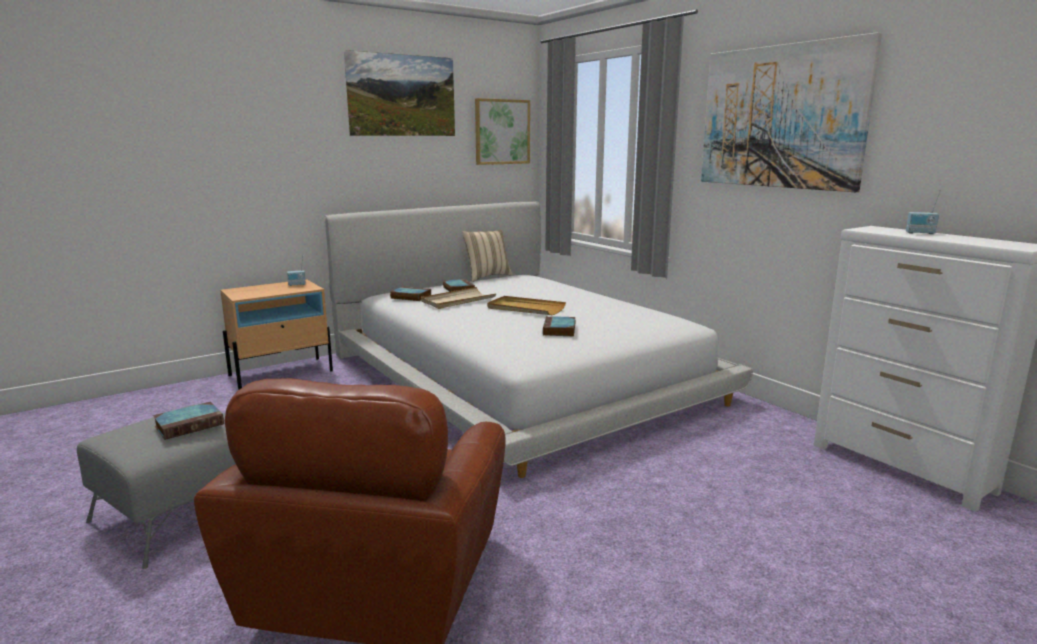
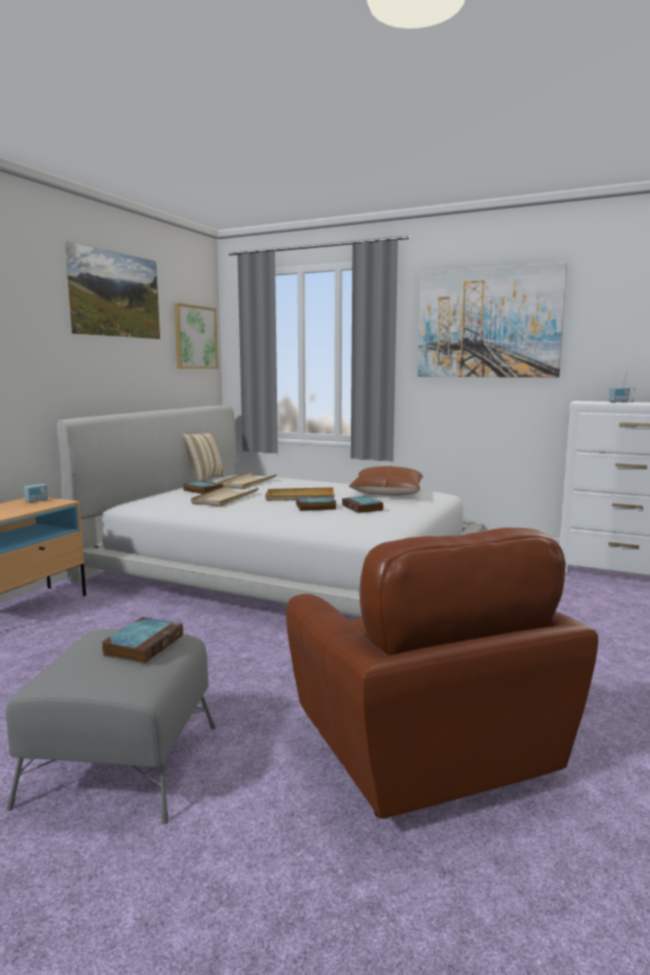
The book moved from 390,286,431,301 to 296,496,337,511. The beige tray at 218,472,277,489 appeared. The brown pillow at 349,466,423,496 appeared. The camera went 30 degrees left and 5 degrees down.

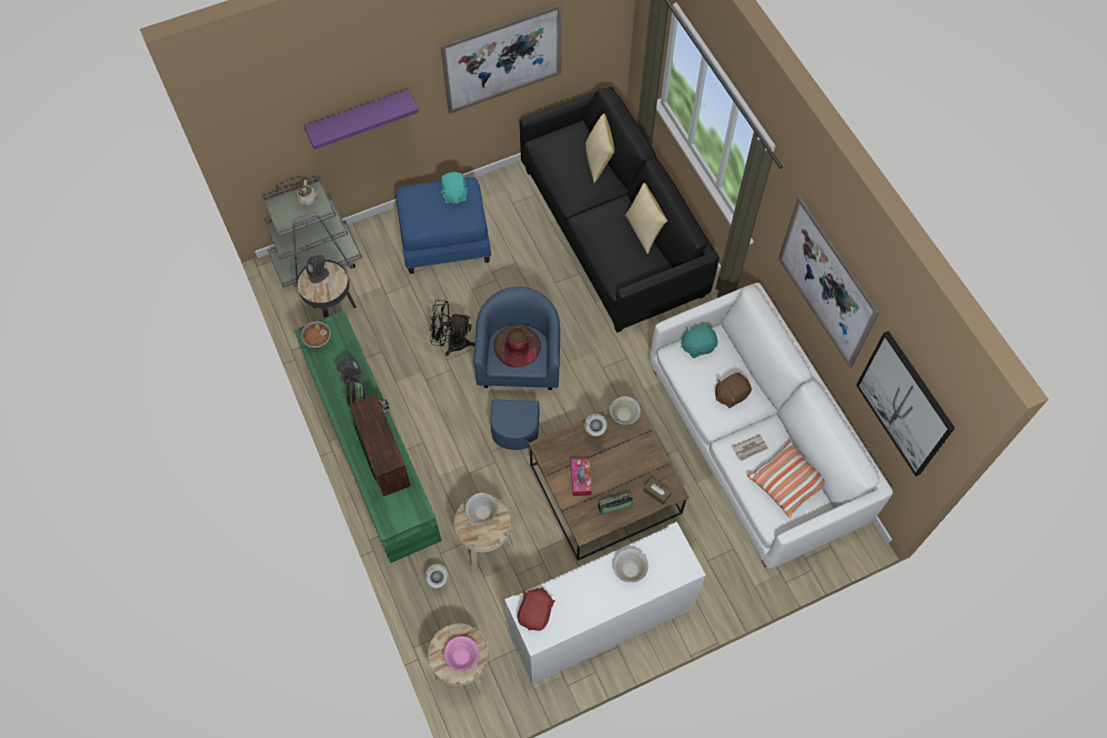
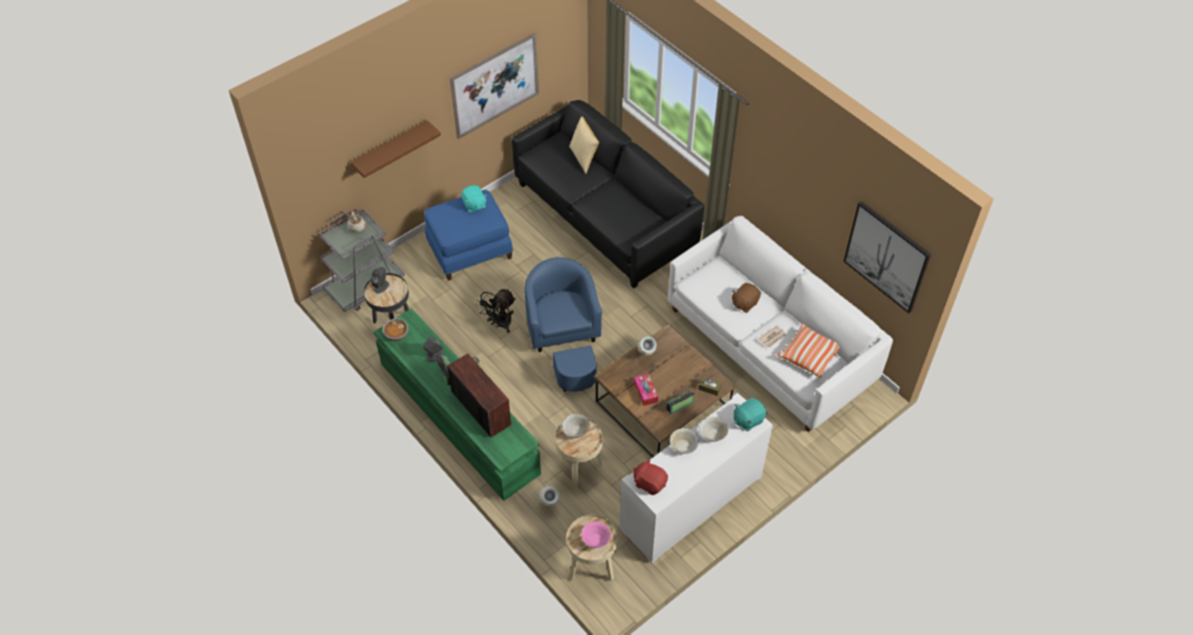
The purple shelf at 304,89,419,150 became the brown shelf at 351,120,441,178. The black fan at 429,300,475,356 turned 45 degrees counterclockwise. The brown hat at 493,325,541,368 disappeared. The red plush toy at 517,587,555,631 turned 60 degrees counterclockwise. The beige bowl moved from 610,396,641,425 to 670,428,699,454. The pillow at 625,183,668,254 disappeared. The turquoise plush toy moved from 681,325,718,358 to 734,398,767,432. The picture at 778,196,880,368 disappeared. The camera went 15 degrees left and 10 degrees down.

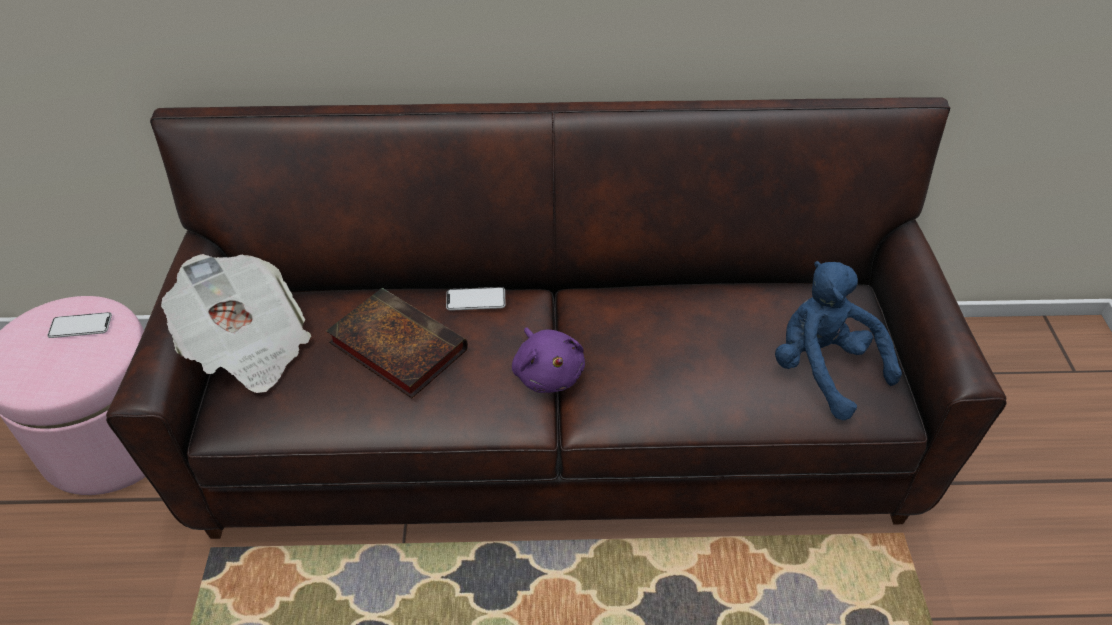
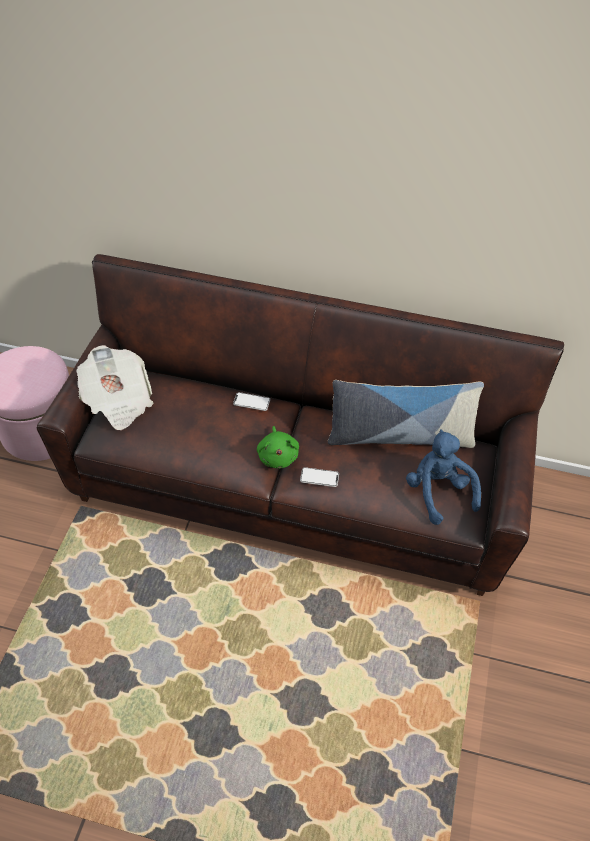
The phone moved from 48,312,112,338 to 300,467,339,487. The book at 326,288,468,398 disappeared. The purple plush toy at 512,327,585,393 became the green plush toy at 257,426,299,468. The pillow at 328,380,484,448 appeared. The camera went 15 degrees right and 5 degrees up.

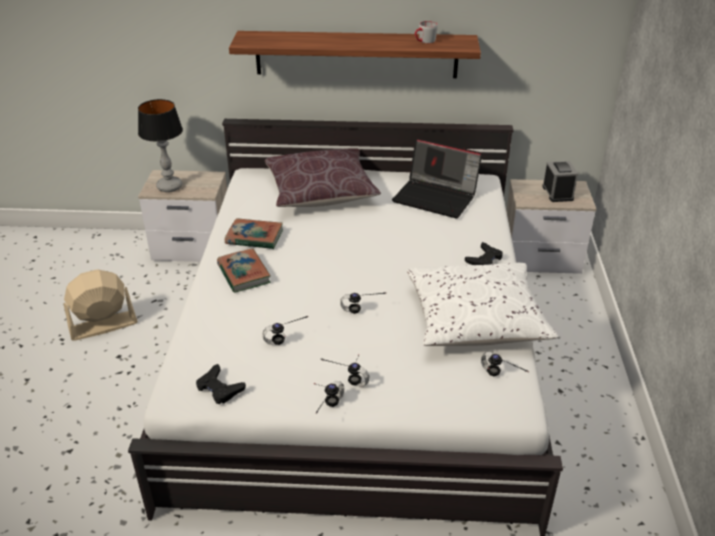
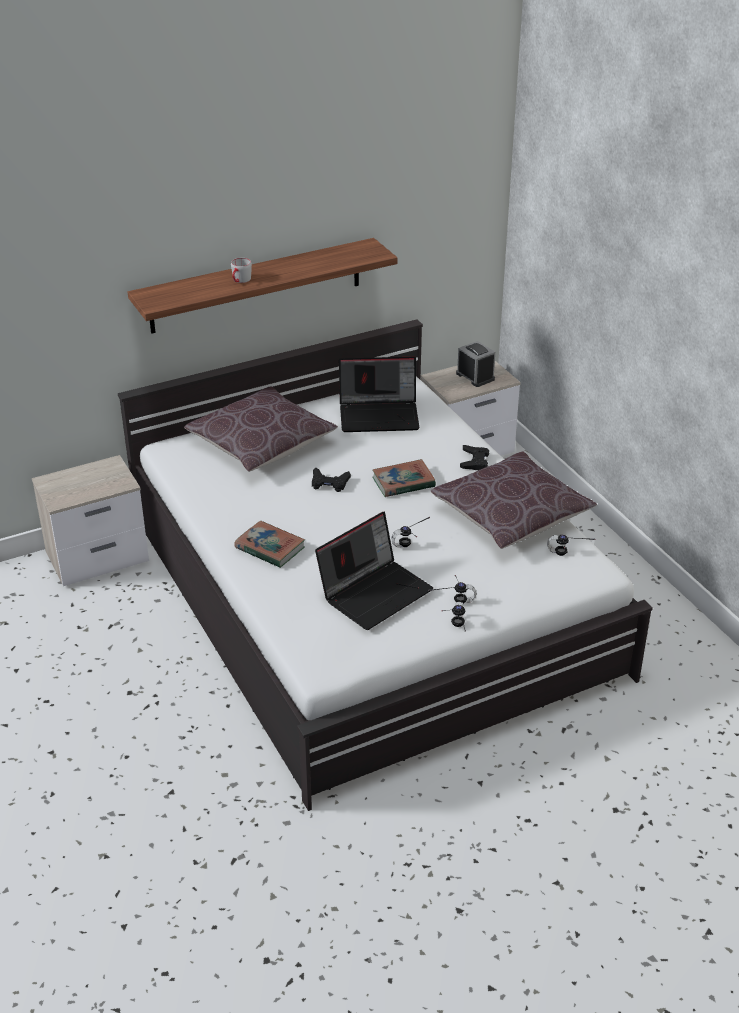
The beige fan at 64,269,138,341 disappeared. The table lamp at 138,99,183,192 disappeared. The black game controller moved from 196,364,246,404 to 312,468,351,492. The book moved from 225,218,283,249 to 372,459,436,497. The headphones at 262,316,308,345 was replaced by the laptop at 315,512,433,630. The white pillow at 407,263,558,346 became the brown pillow at 431,452,597,549. The grey mug moved from 415,21,438,43 to 231,258,252,283. The camera went 30 degrees left and 0 degrees up.

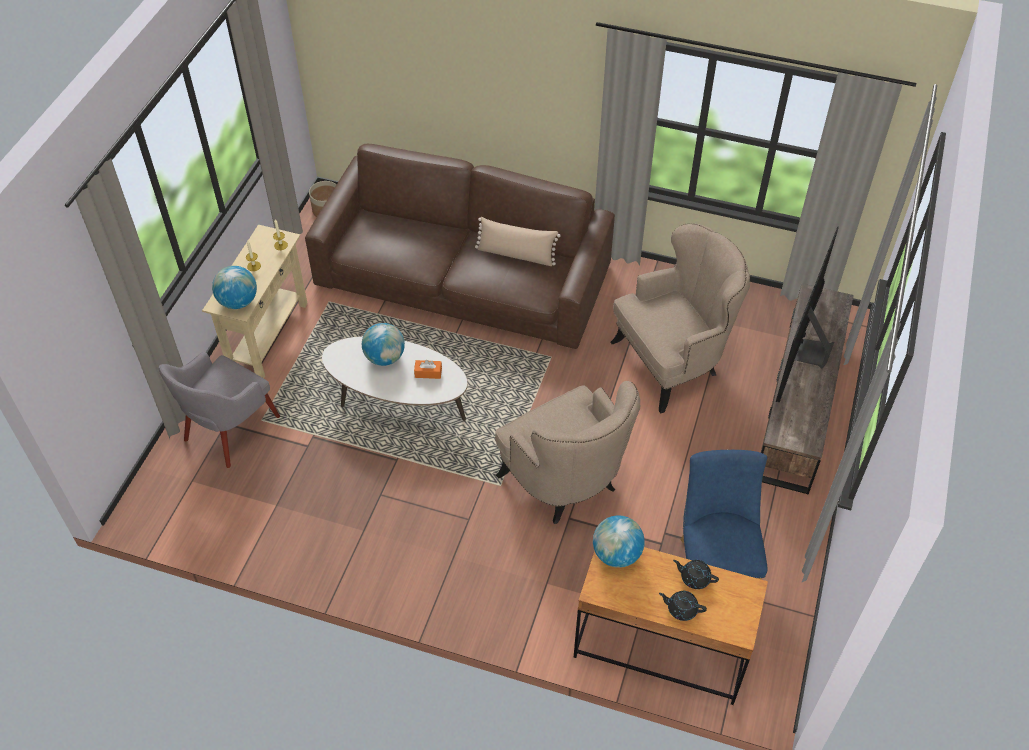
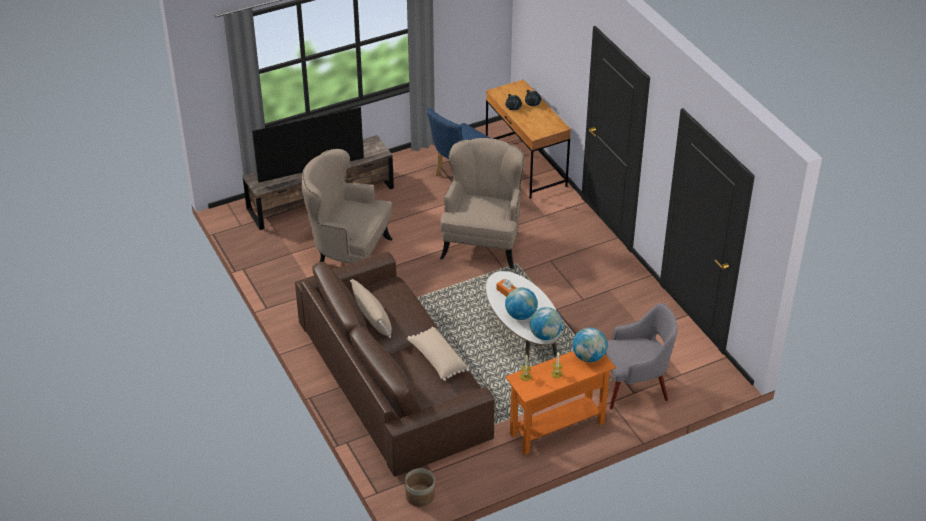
The beige console table at 202,225,308,378 became the orange console table at 506,351,616,455. The globe moved from 593,516,645,568 to 530,307,563,340. The beige pillow at 407,327,469,381 appeared. The camera went 135 degrees left and 10 degrees down.

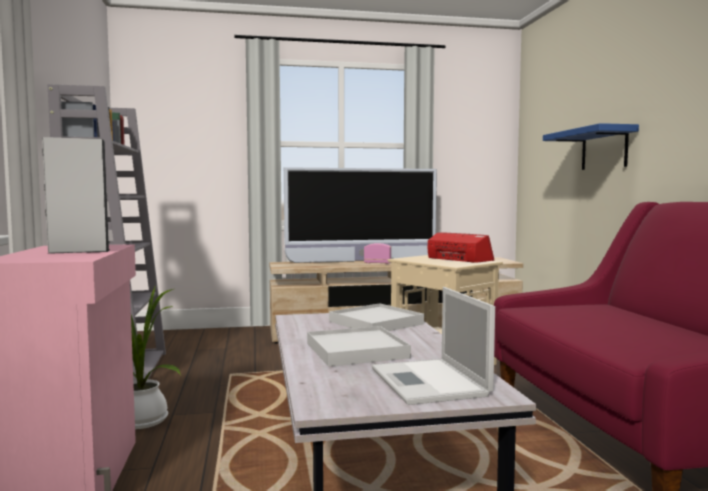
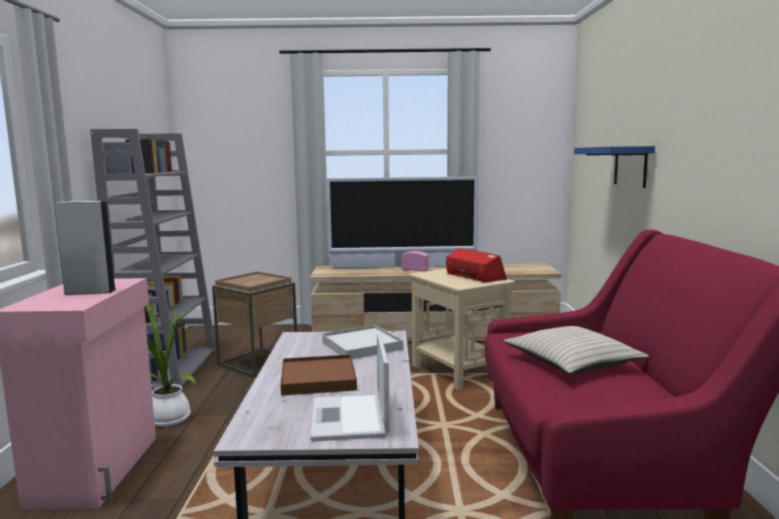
The white tray at 307,326,411,367 became the brown tray at 280,354,357,396. The brown side table at 212,272,297,377 appeared. The beige pillow at 503,326,649,374 appeared. The camera went 10 degrees right and 5 degrees up.

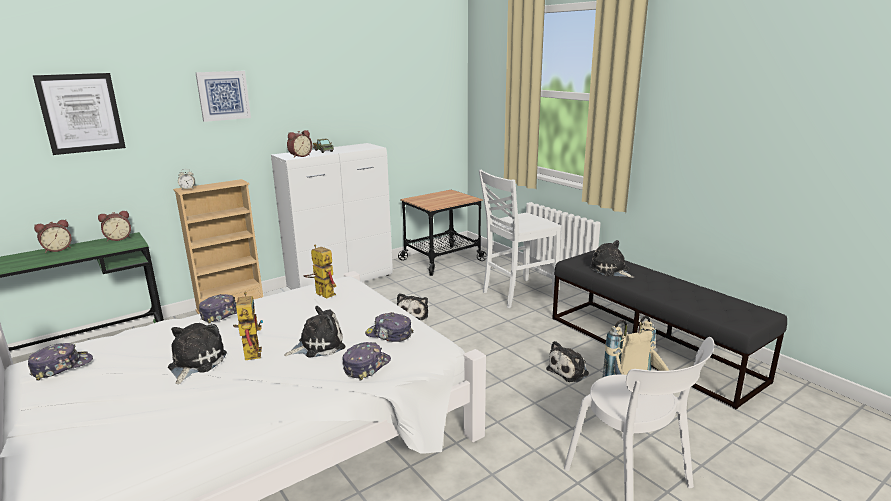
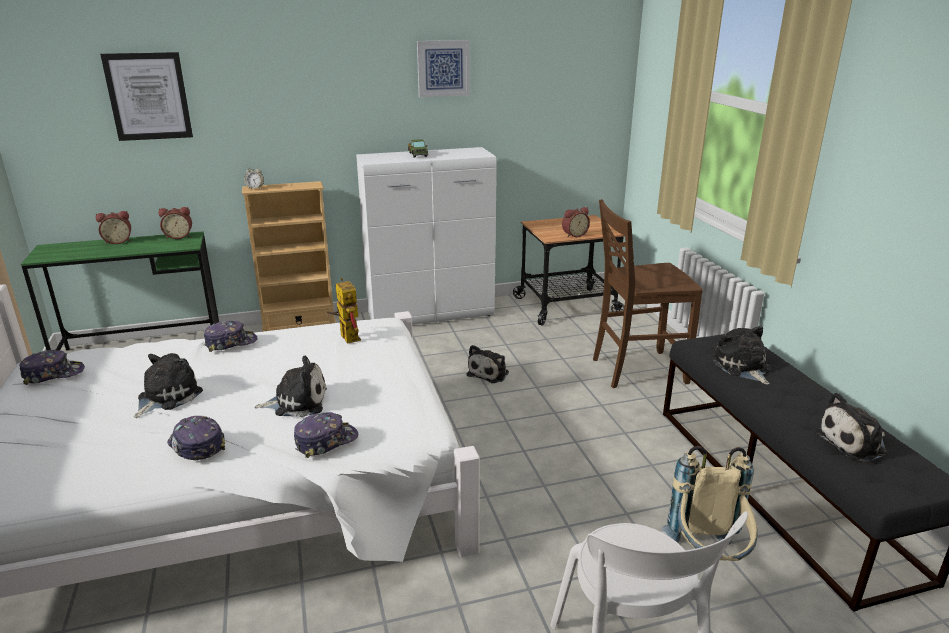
The picture moved from 195,71,251,122 to 417,40,470,97. The toy robot at 233,292,263,360 disappeared. The alarm clock moved from 287,130,312,157 to 562,207,590,238. The cap moved from 365,312,413,342 to 167,416,225,460. The white chair at 479,170,561,308 became the brown chair at 593,199,703,388. The plush toy moved from 546,341,589,382 to 815,393,887,462. The camera went 20 degrees right and 5 degrees up.

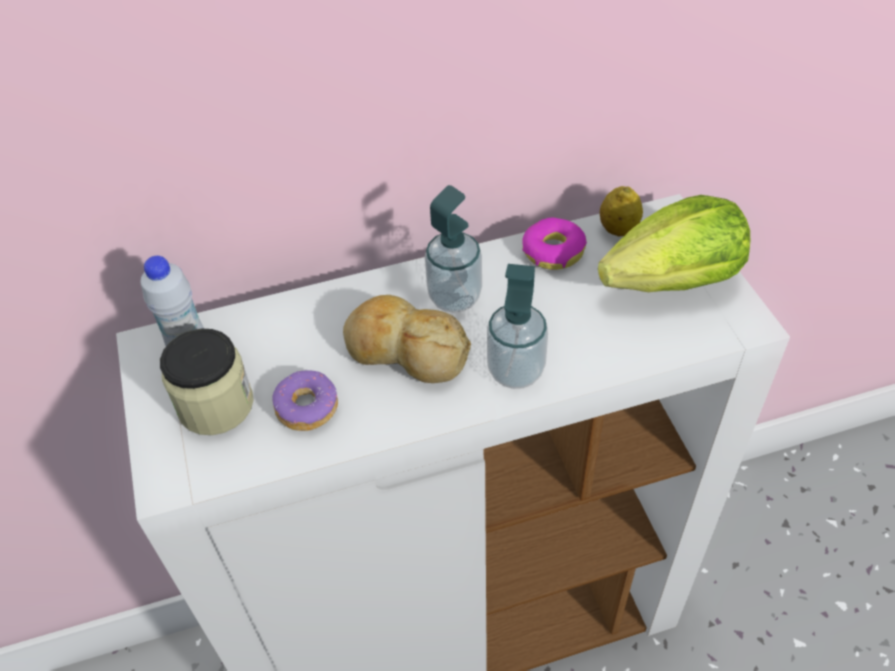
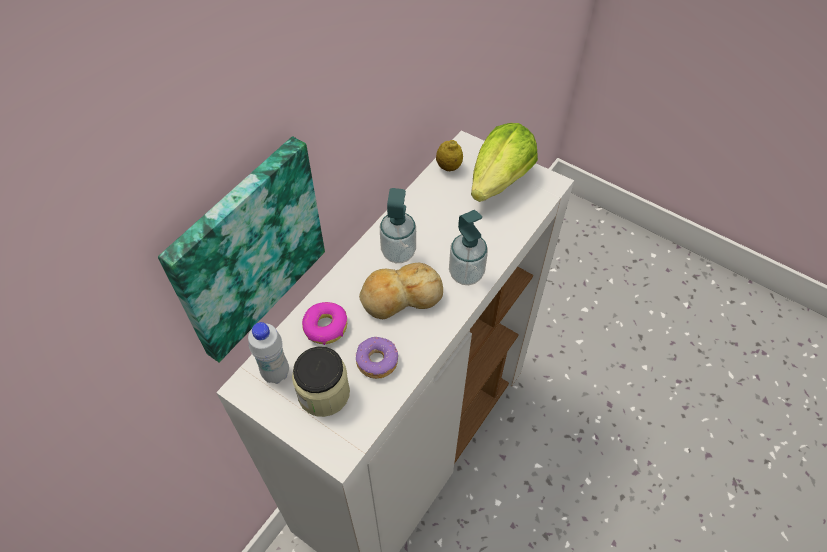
The donut moved from 522,218,587,270 to 302,302,347,345. The picture at 158,136,325,362 appeared. The camera went 40 degrees left and 5 degrees up.

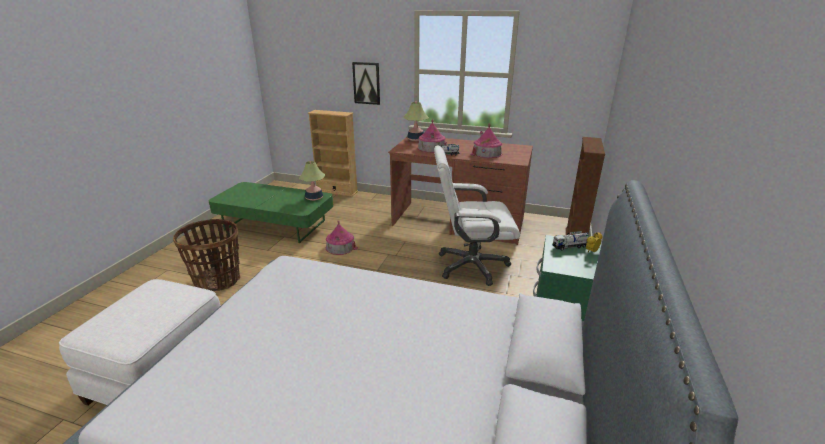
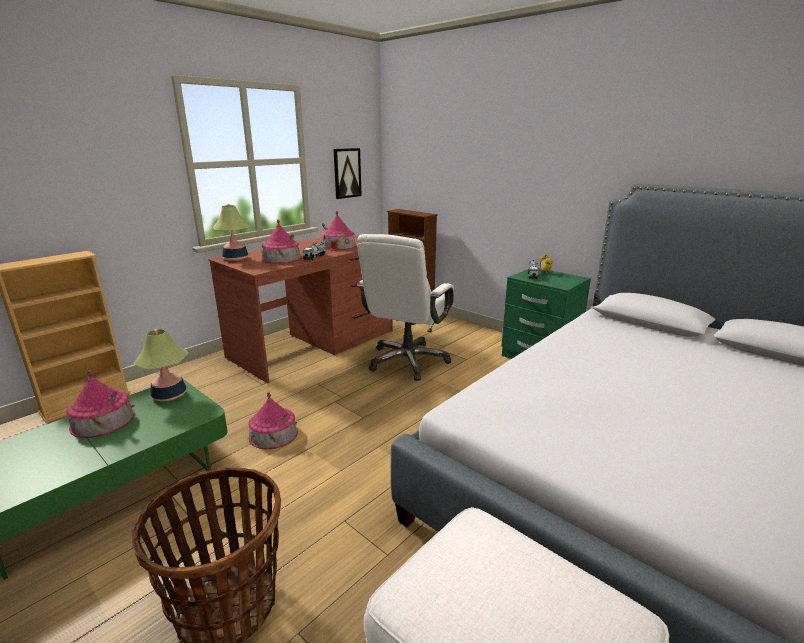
The picture moved from 352,62,380,105 to 333,148,362,199. The toy house at 66,370,135,438 appeared. The camera went 65 degrees left and 5 degrees down.

